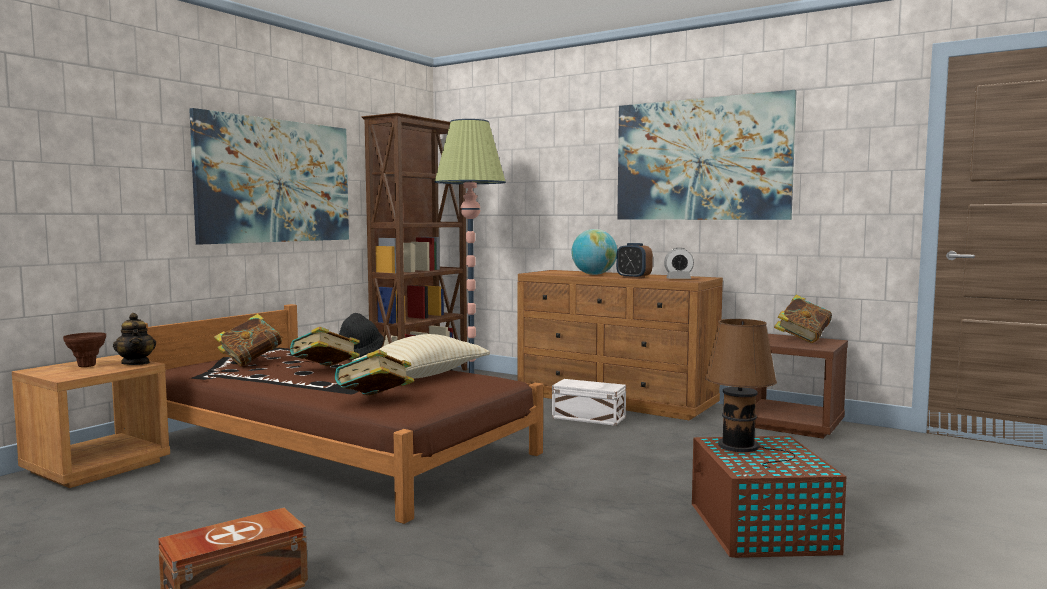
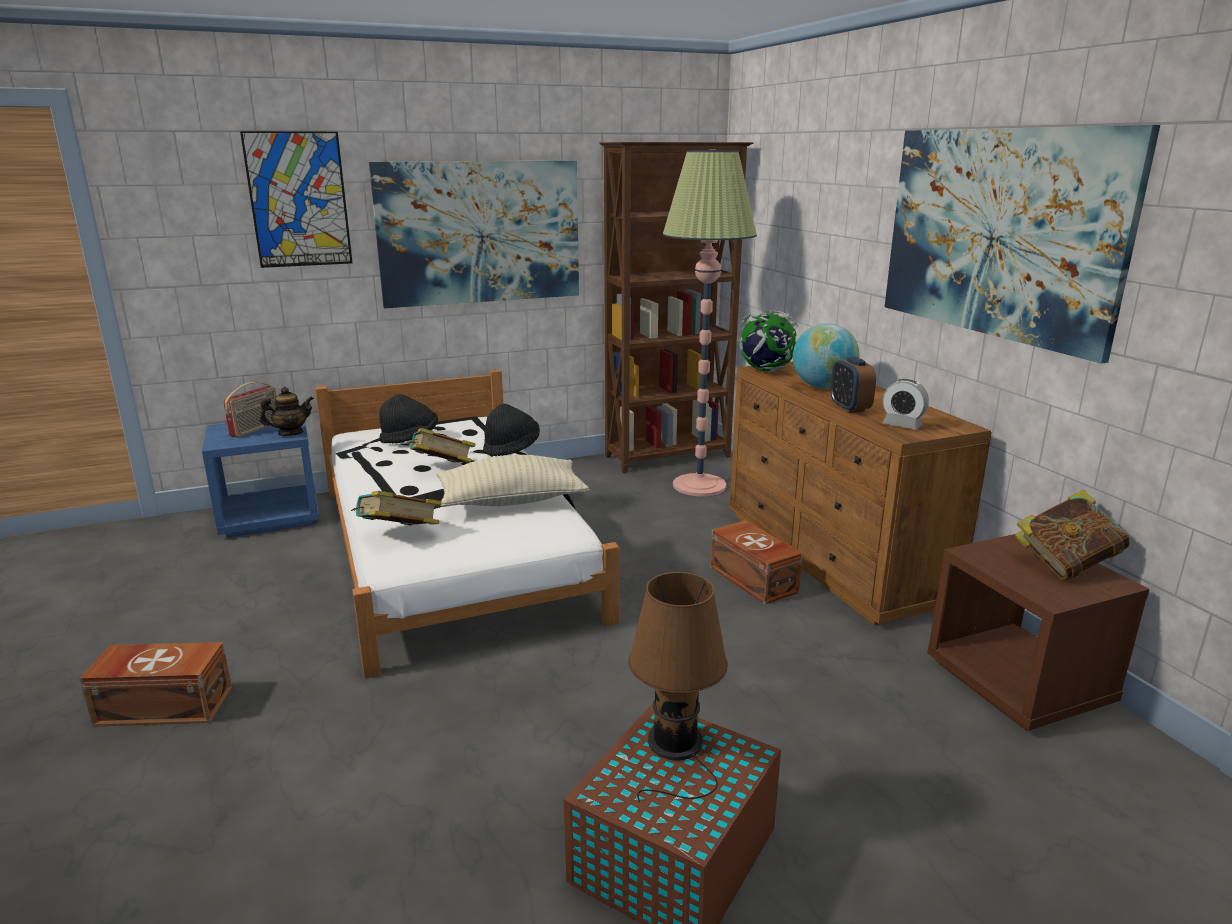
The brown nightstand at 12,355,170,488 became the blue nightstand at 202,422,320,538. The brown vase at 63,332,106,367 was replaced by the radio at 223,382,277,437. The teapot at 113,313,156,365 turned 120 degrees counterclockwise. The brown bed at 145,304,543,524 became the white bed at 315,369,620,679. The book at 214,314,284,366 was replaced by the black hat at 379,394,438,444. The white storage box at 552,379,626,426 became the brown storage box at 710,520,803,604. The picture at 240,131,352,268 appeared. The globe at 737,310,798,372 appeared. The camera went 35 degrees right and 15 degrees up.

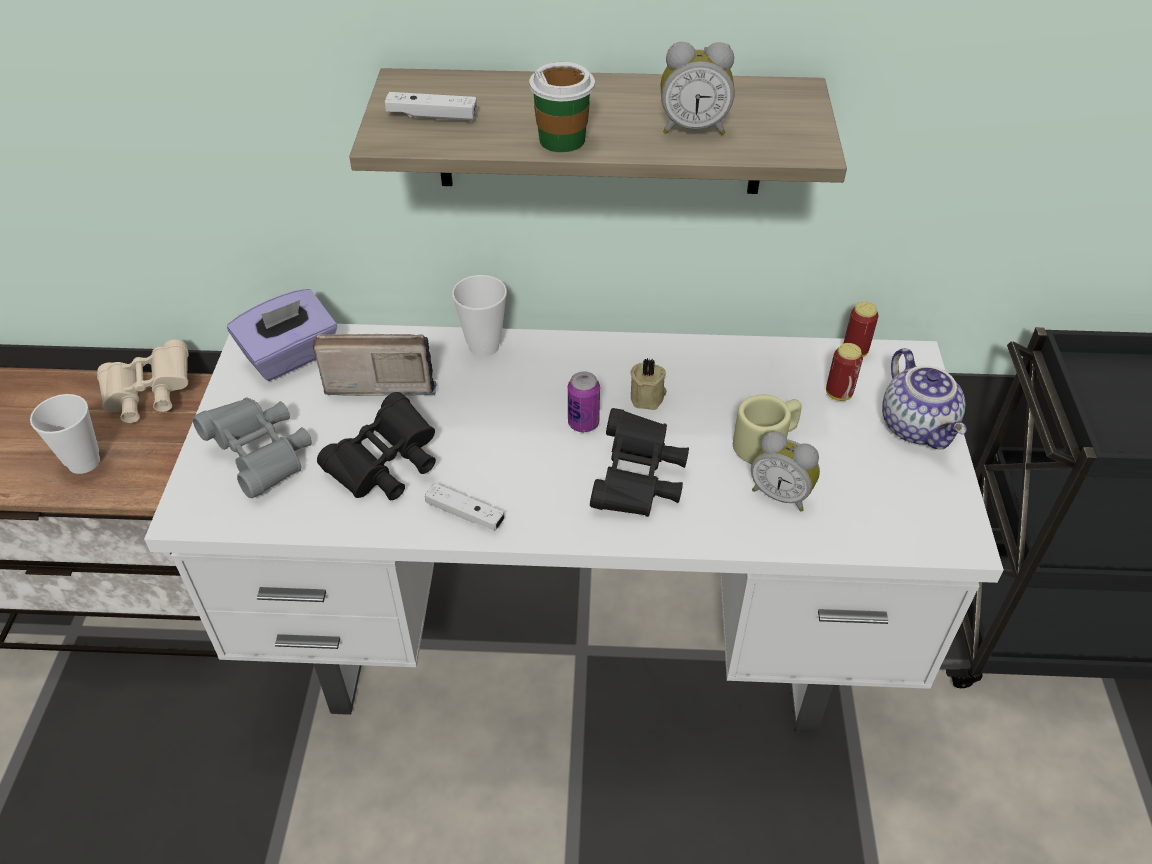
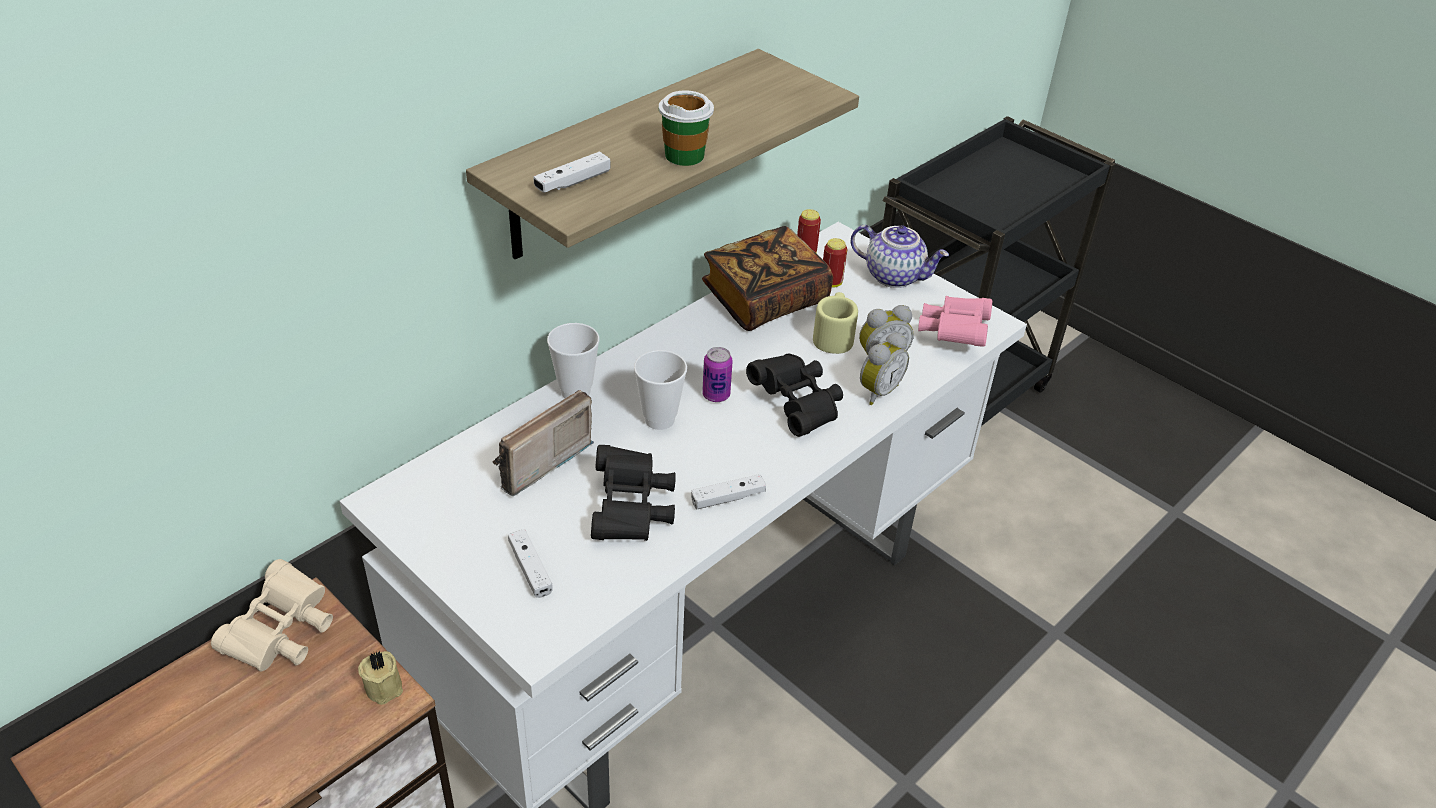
The cup moved from 30,394,100,474 to 634,350,687,430. The grey binoculars at 193,397,312,498 was replaced by the white game controller at 508,529,553,598. The purple tissue box at 227,289,337,381 disappeared. The beige candle moved from 630,358,667,410 to 358,651,403,705. The alarm clock moved from 660,42,735,135 to 860,333,909,405. The book at 702,226,833,331 appeared. The pink binoculars at 918,296,992,347 appeared. The camera went 50 degrees left and 5 degrees down.

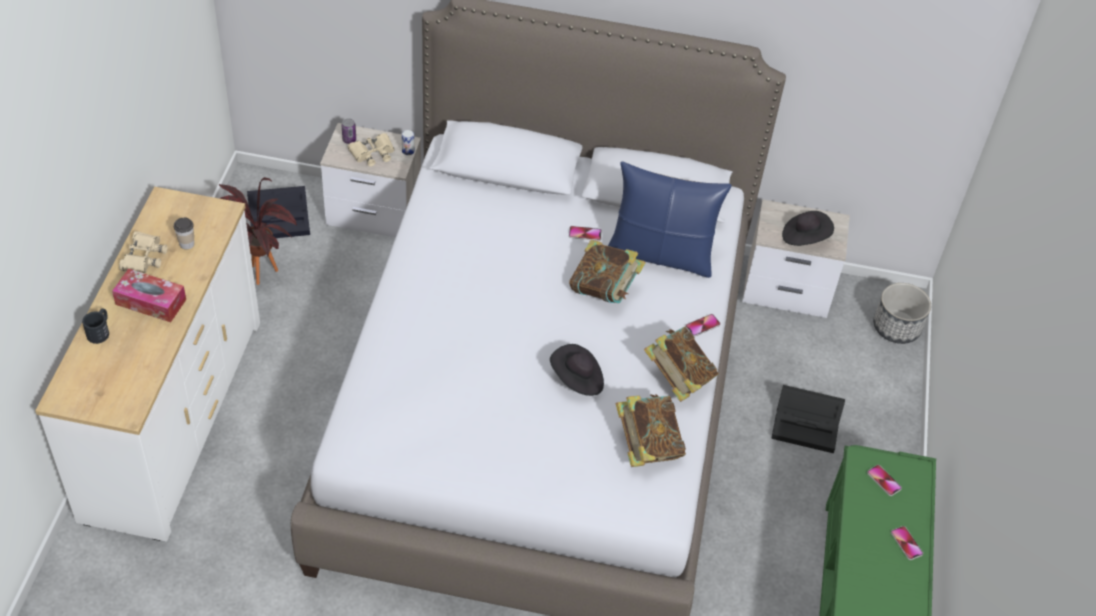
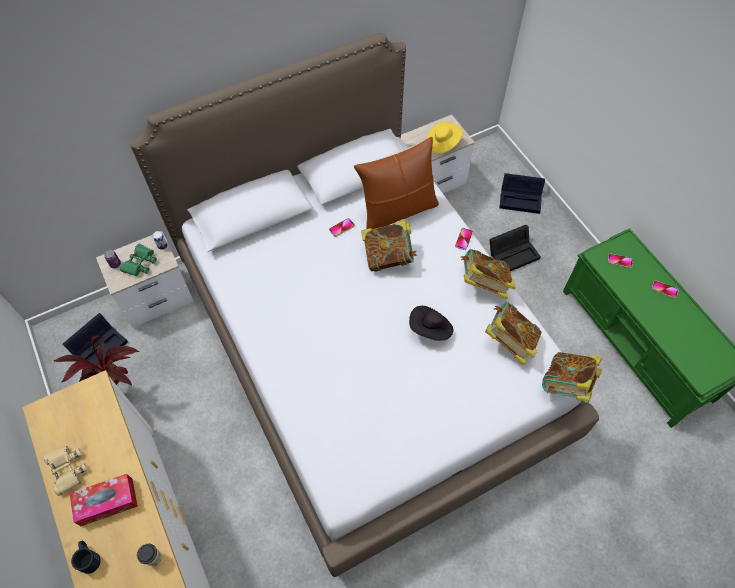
The cup moved from 174,217,194,249 to 137,544,162,566. The beige binoculars at 348,133,395,167 became the green binoculars at 120,244,157,276. The blue pillow at 608,161,732,278 became the brown pillow at 354,137,439,229. The black hat at 782,211,834,246 became the yellow hat at 426,122,462,154. The planter at 873,283,931,344 disappeared. The black storage box at 499,173,545,214 appeared. The book at 542,352,602,402 appeared. The camera went 35 degrees left and 10 degrees up.

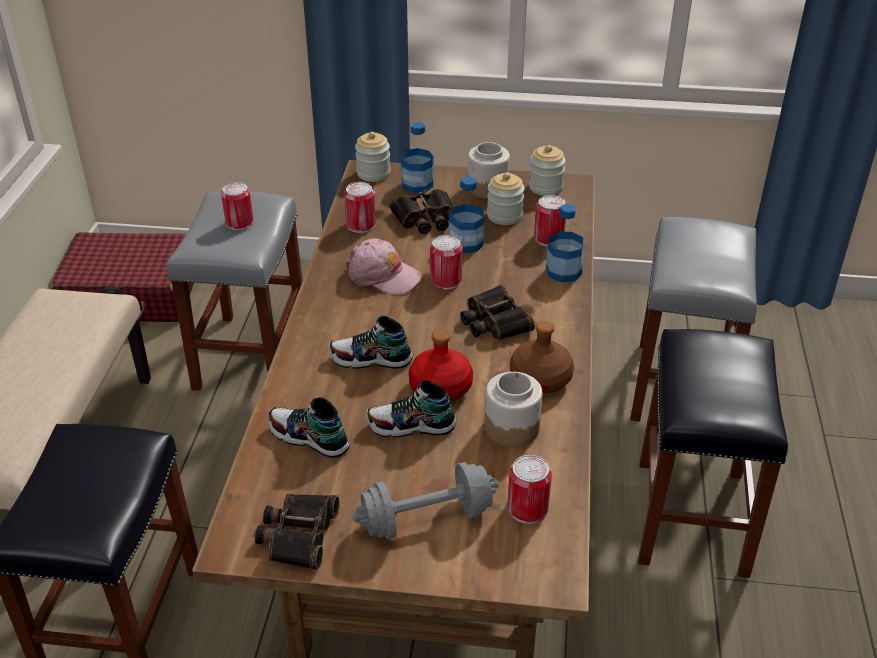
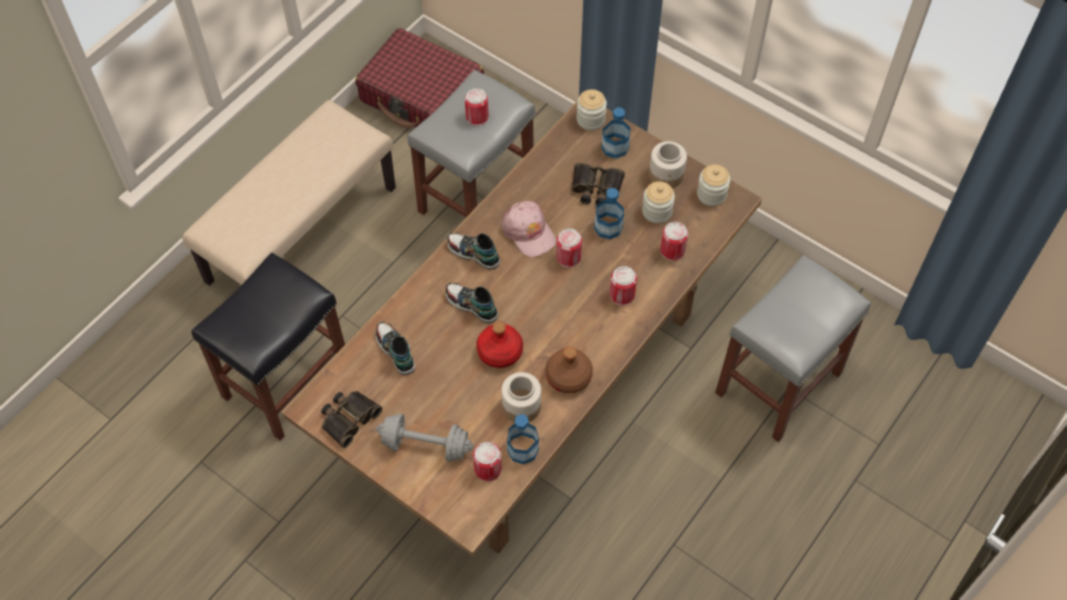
The can moved from 344,182,376,233 to 610,266,637,305. The shoe moved from 366,380,456,438 to 447,232,500,270. The binoculars at 460,285,535,341 disappeared. The bottle moved from 546,204,583,282 to 507,414,539,464. The black stool at 638,329,788,578 disappeared. The camera went 30 degrees right and 20 degrees up.

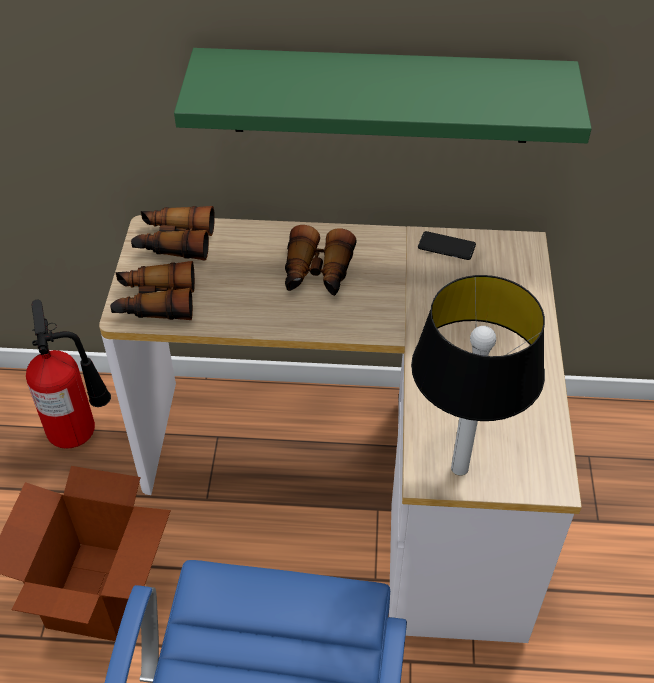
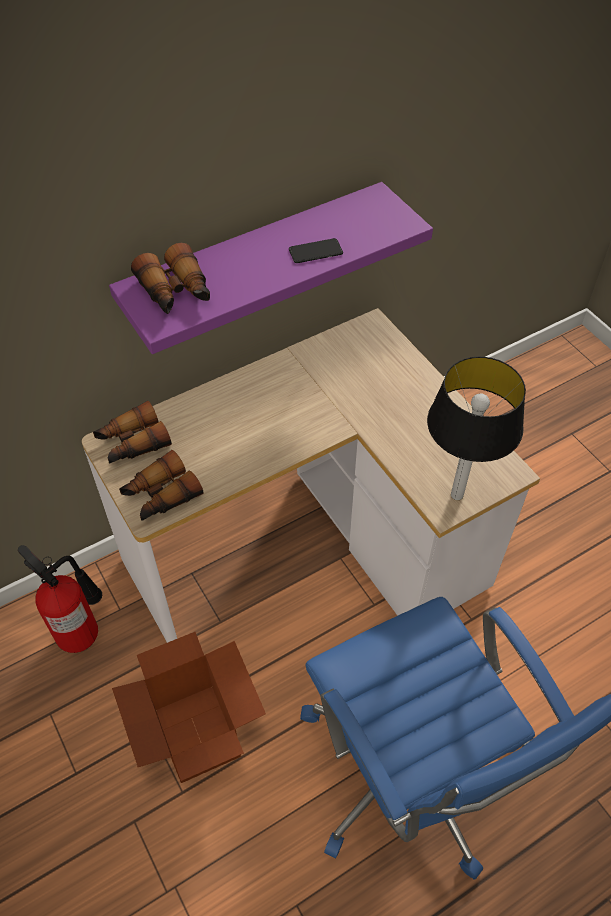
The green shelf at 174,48,592,143 became the purple shelf at 109,182,433,354. The binoculars moved from 285,225,357,296 to 131,243,210,314. The phone moved from 418,231,476,260 to 289,238,343,263. The camera went 35 degrees left and 5 degrees up.

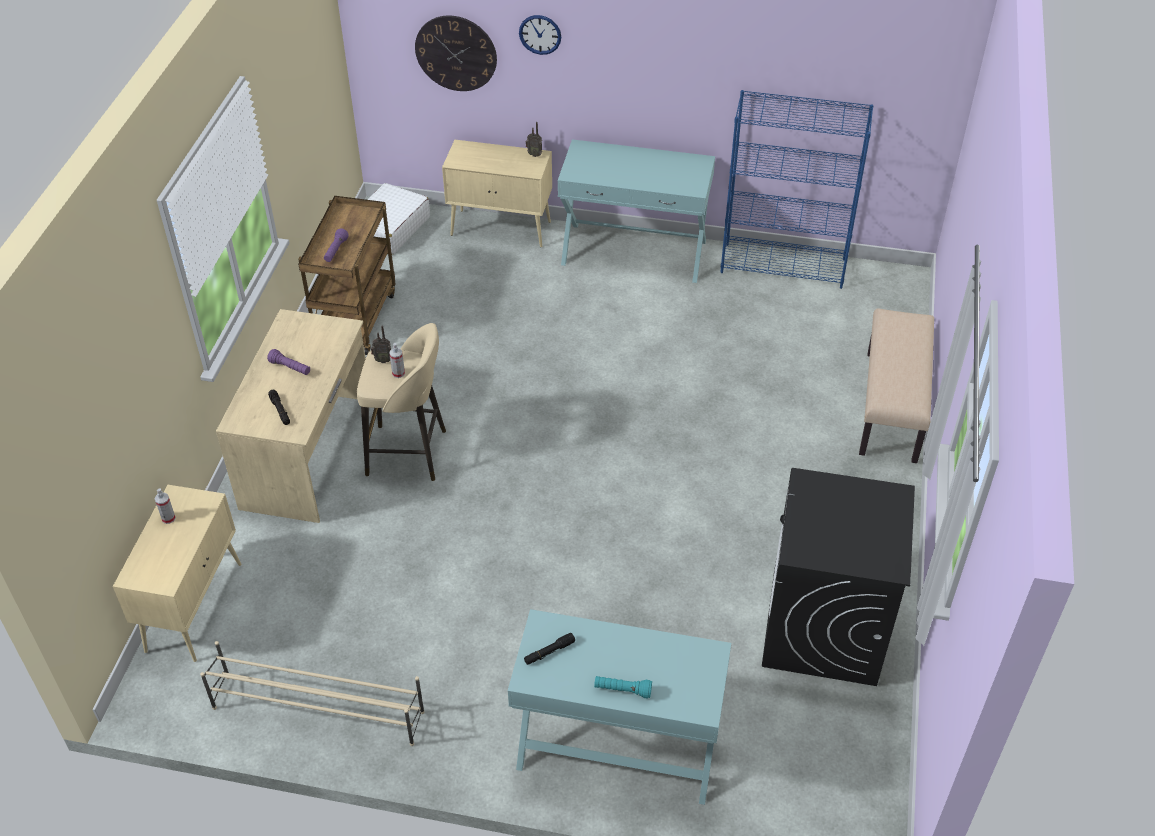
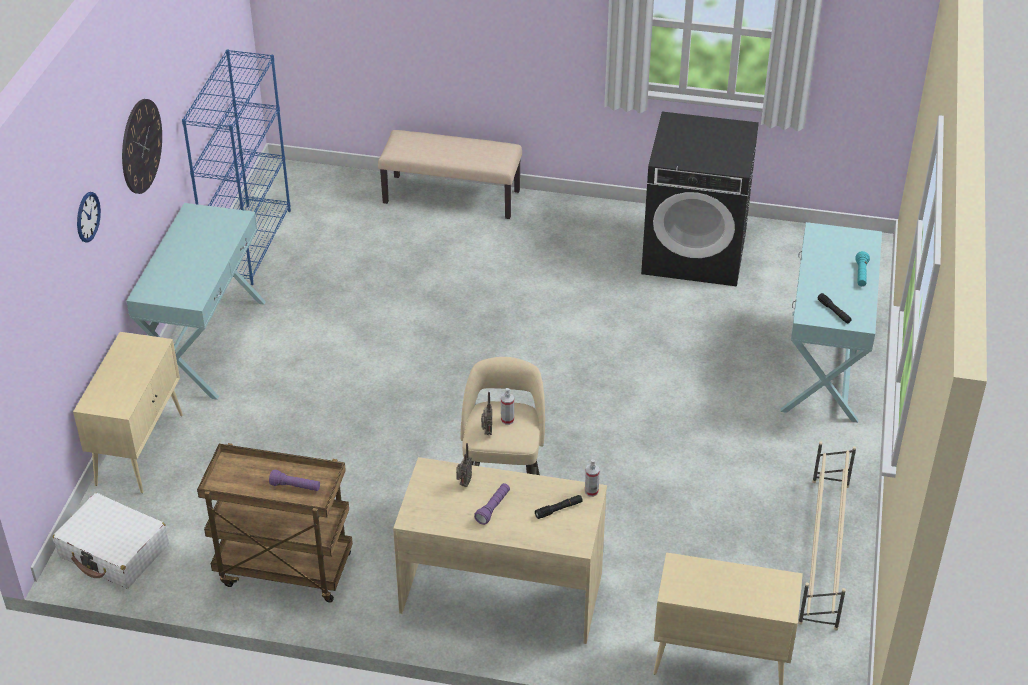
The spray bottle moved from 154,489,176,524 to 585,459,600,497. The wall clock moved from 415,16,497,91 to 122,99,162,194. The radio moved from 526,122,542,157 to 456,443,472,487. The camera went 90 degrees left and 5 degrees down.

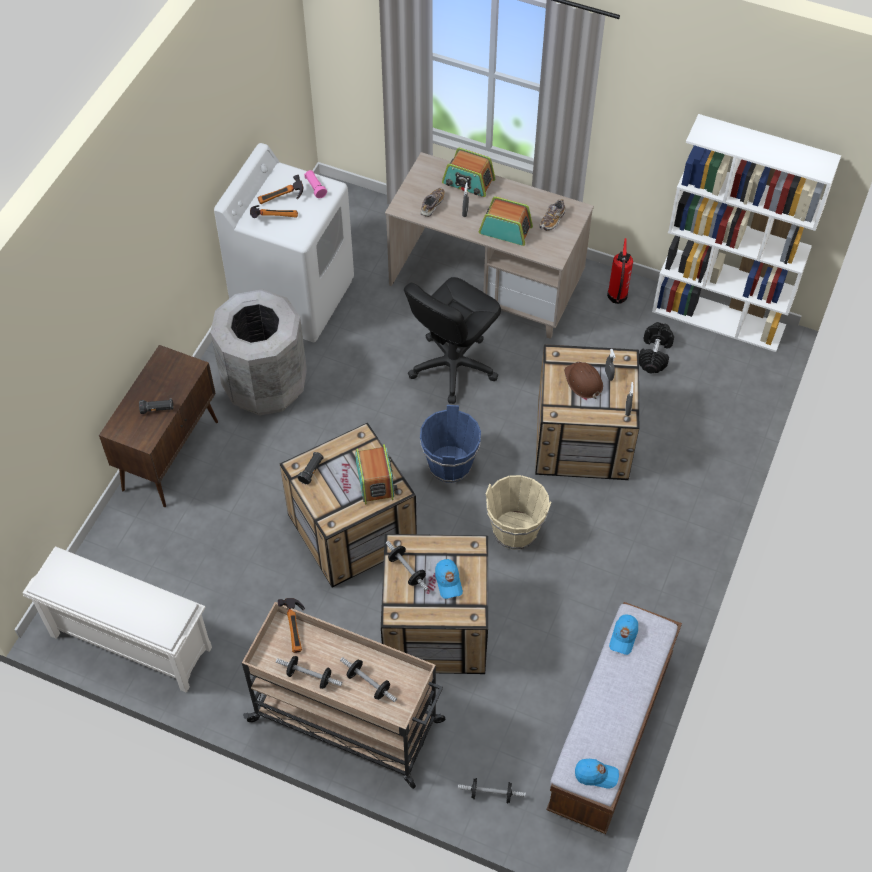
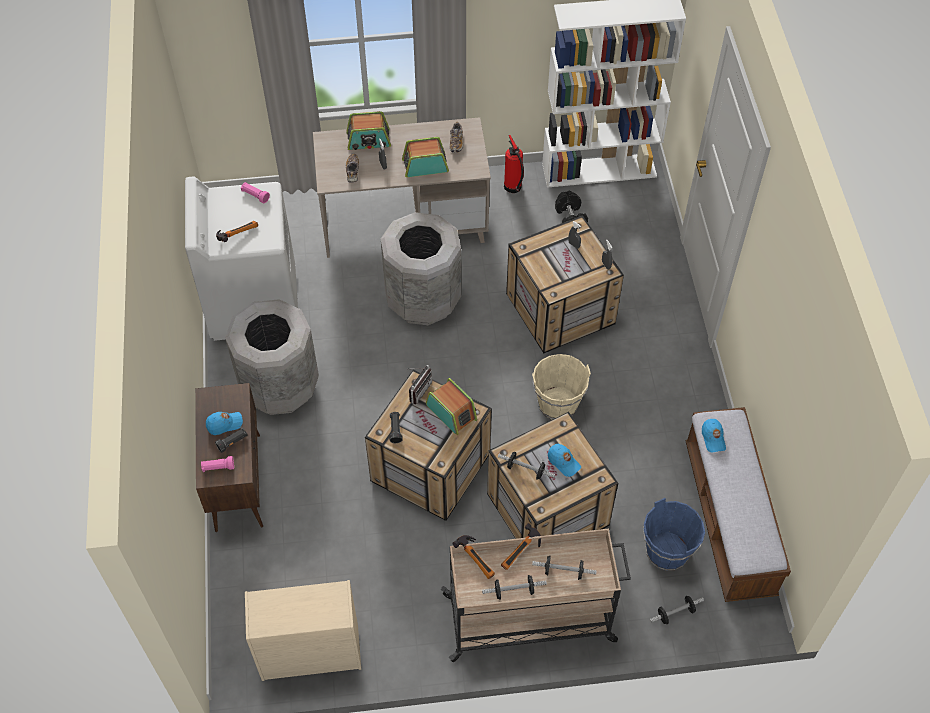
The white shoe rack at 23,546,212,693 was replaced by the beige dresser at 245,580,361,681. The hammer moved from 258,175,303,204 to 501,523,541,570. The black office chair at 404,277,501,404 was replaced by the grey trash can at 381,212,461,325. The blue bucket moved from 420,405,481,483 to 643,498,705,571. The brown hard hat at 564,362,603,399 disappeared. The blue cap moved from 575,759,619,789 to 206,412,243,435. The pink flashlight at 201,456,234,472 appeared. The radio at 409,365,432,405 appeared. The camera went 30 degrees left and 0 degrees up.

